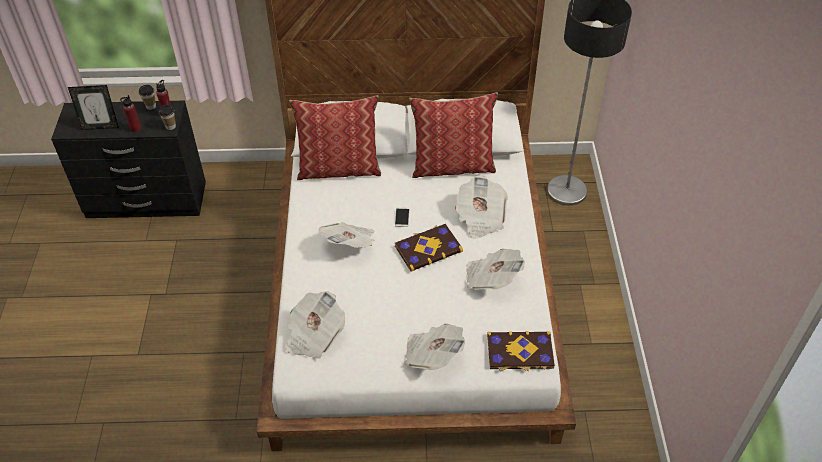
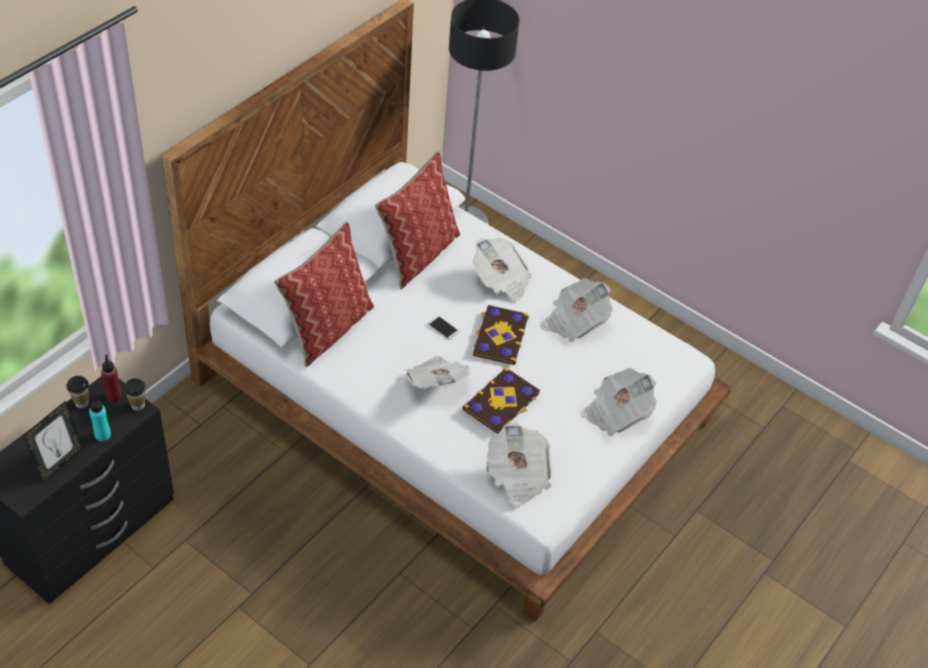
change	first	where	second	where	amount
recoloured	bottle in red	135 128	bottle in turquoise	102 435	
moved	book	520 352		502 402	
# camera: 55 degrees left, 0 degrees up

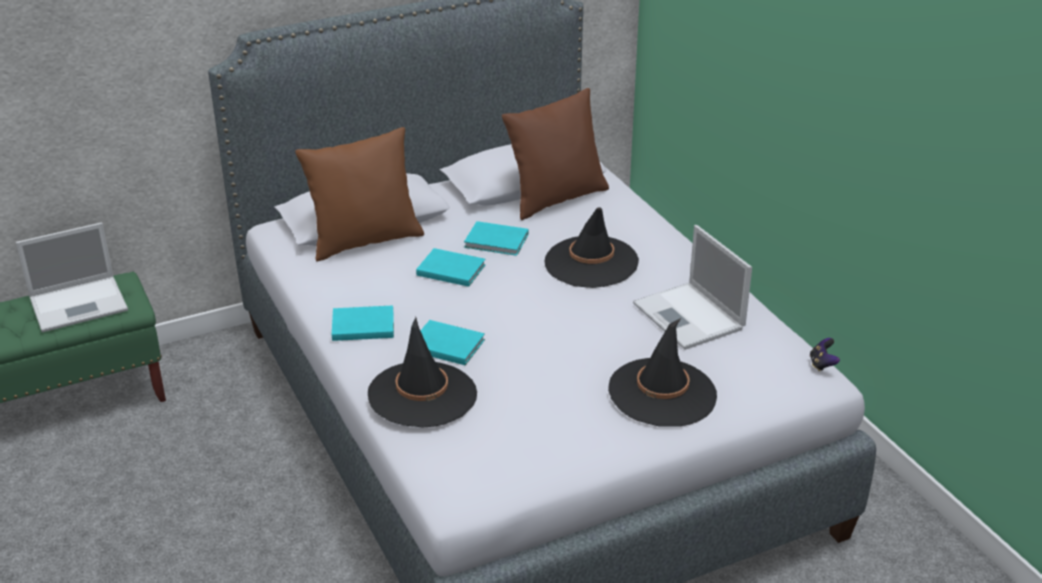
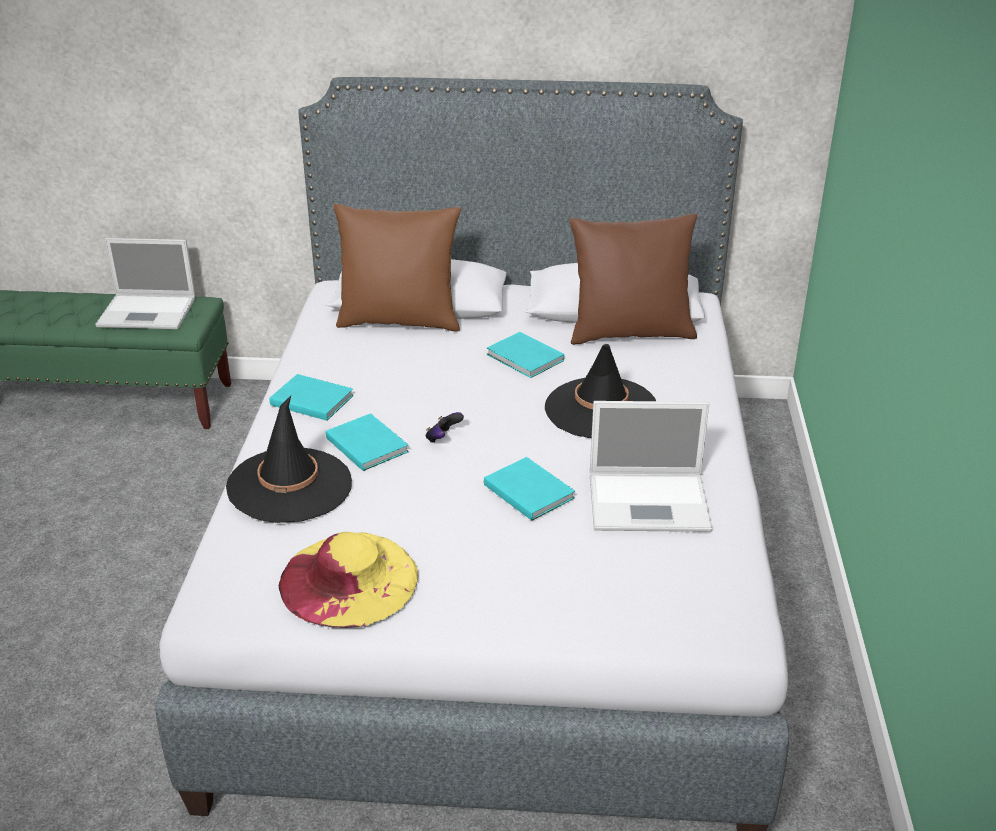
change	first	where	second	where	amount
added			hat in yellow	349 579	
moved	game controller	822 364		443 438	
moved	book in turquoise	450 269		528 490	
turned	laptop	690 317		651 502	90 degrees counterclockwise
removed	hat in black	662 393			
# camera: 30 degrees right, 0 degrees up

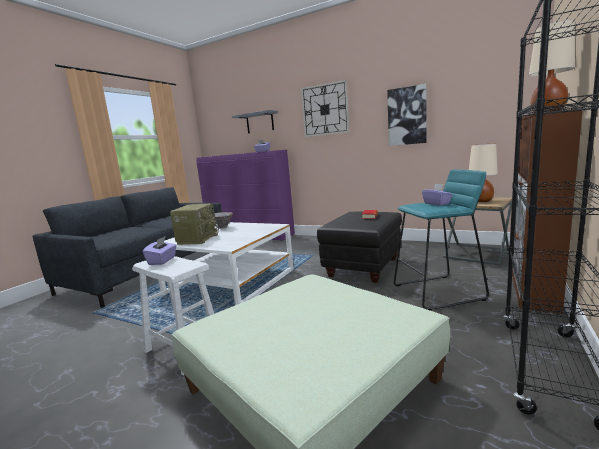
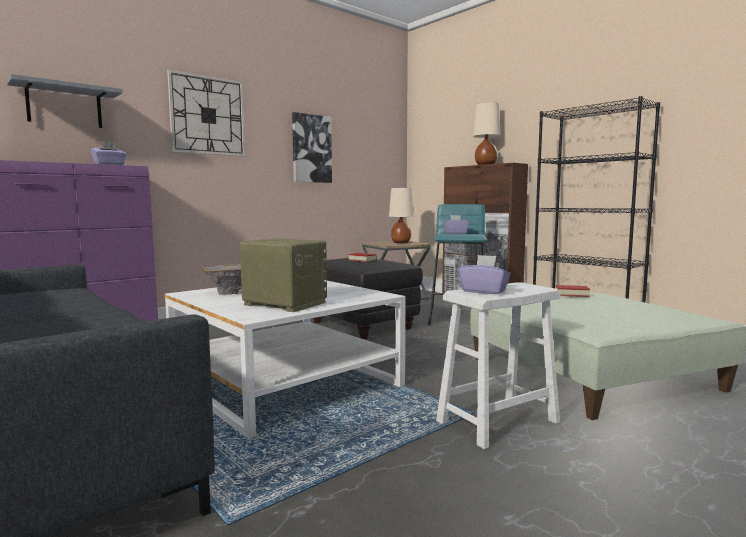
change	first	where	second	where	amount
added			book	572 294	
# camera: 70 degrees left, 5 degrees down

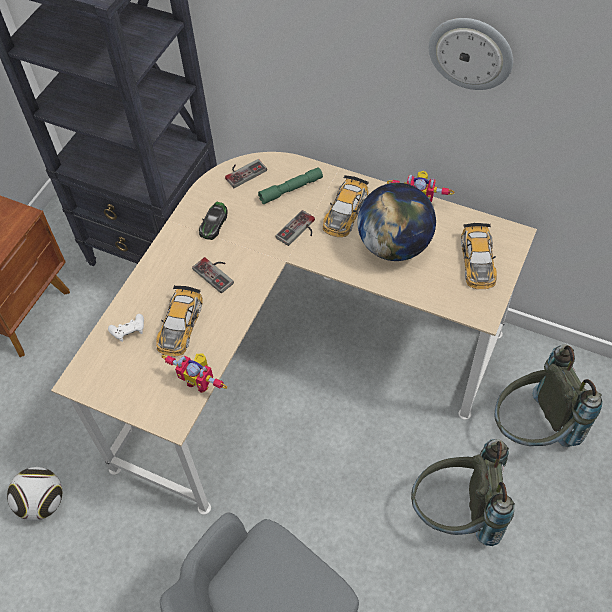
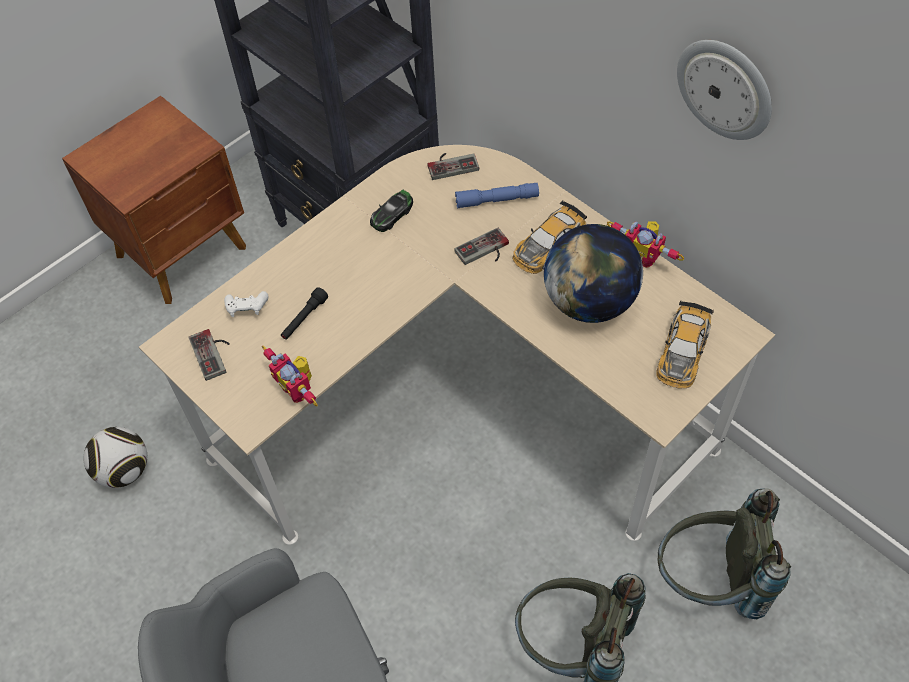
change	first	where	second	where	amount
moved	game controller	217 273		214 353	
replaced	toy car	180 325	flashlight in black	304 319	
recoloured	flashlight in green	291 189	flashlight in blue	497 200	
# camera: 20 degrees right, 0 degrees up

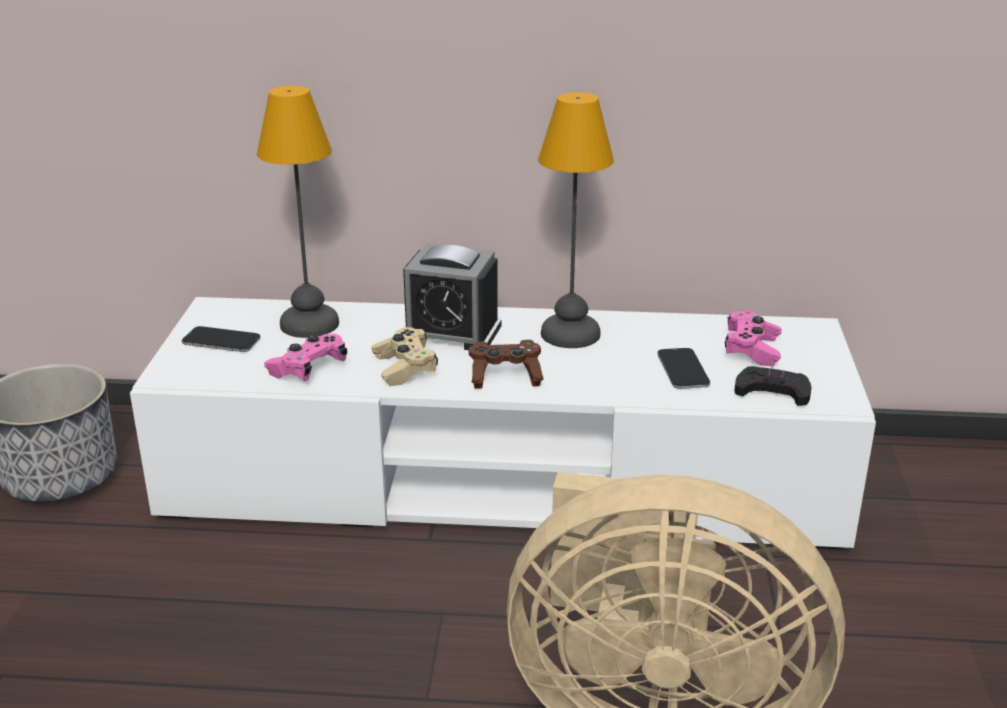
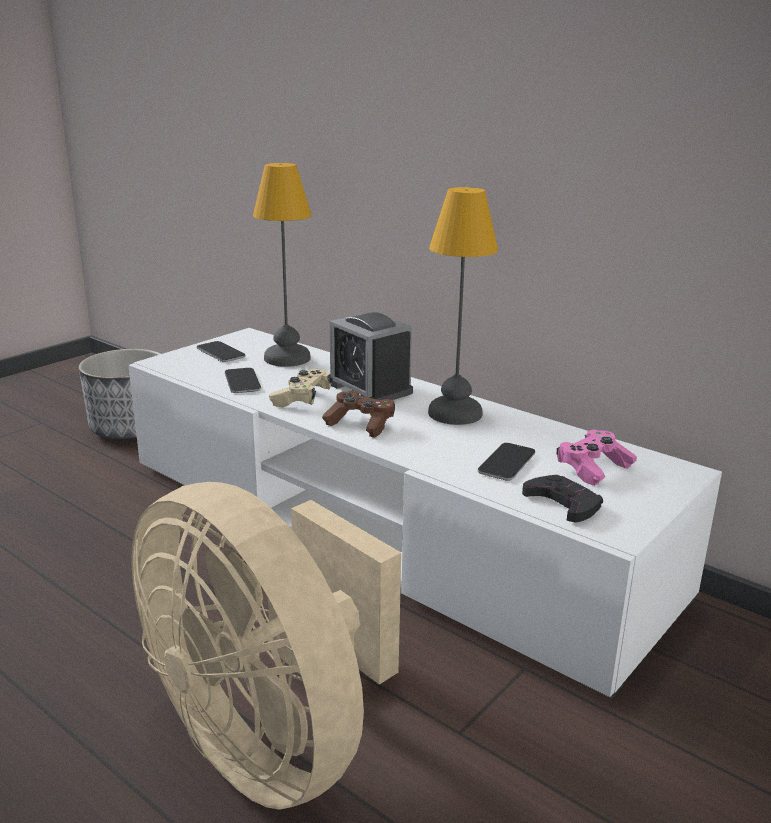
change	first	where	second	where	amount
replaced	game controller in pink	308 369	phone	242 382	
# camera: 35 degrees right, 5 degrees down

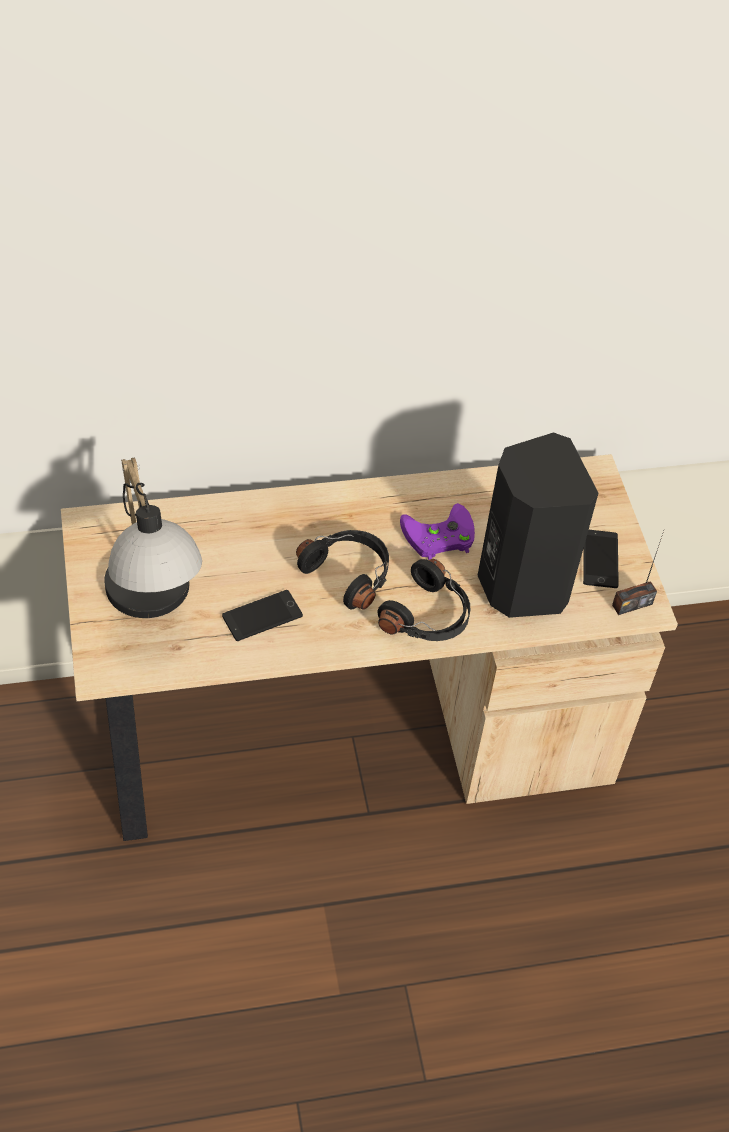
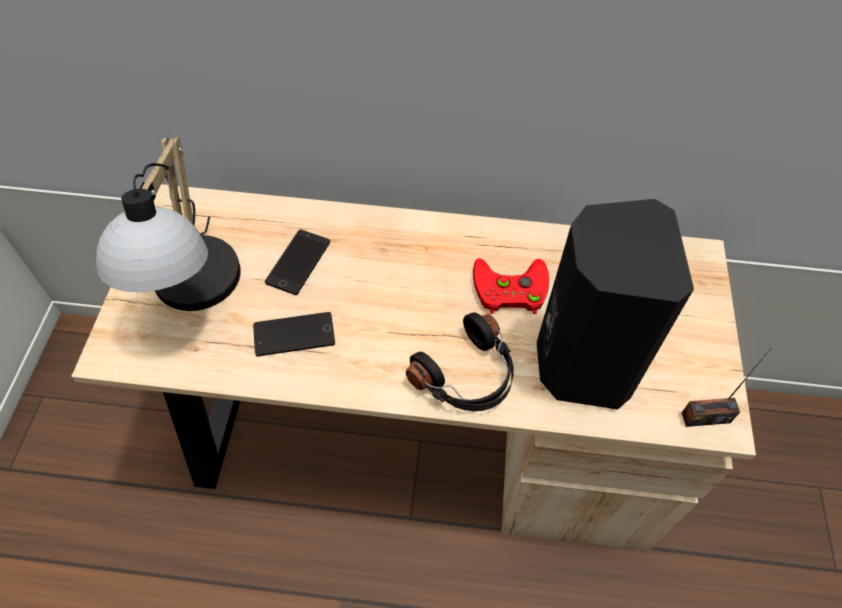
change	first	where	second	where	amount
moved	phone	600 559		298 262	
recoloured	game controller in purple	437 537	game controller in red	508 290	
removed	headphones in black	349 574			
# camera: 20 degrees right, 5 degrees up

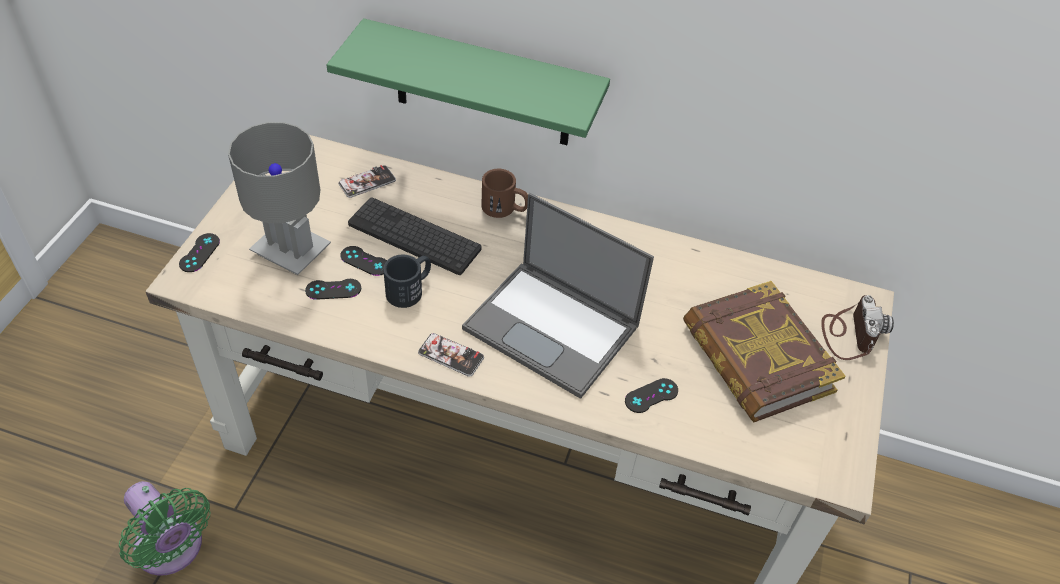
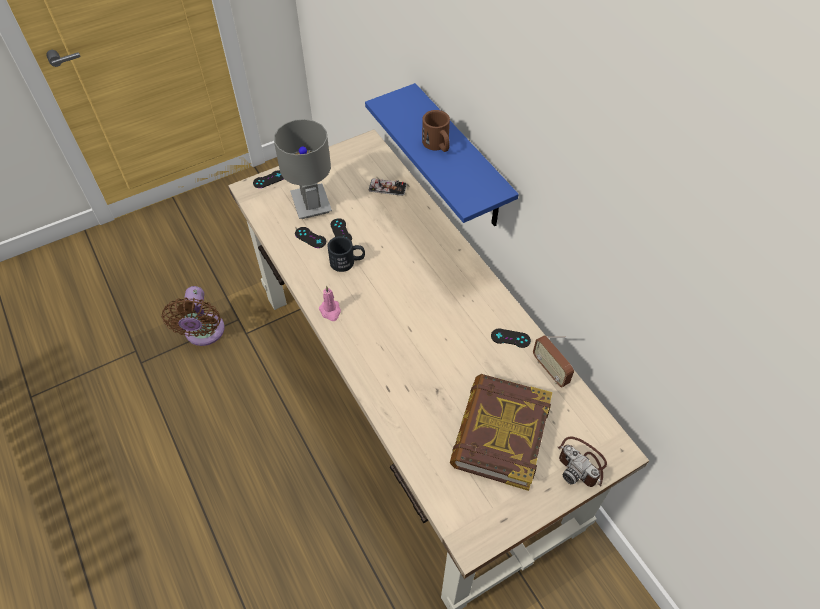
change	first	where	second	where	amount
recoloured	fan in green	172 550	fan in brown	204 333	
replaced	phone	451 355	candle in pink	330 311	
recoloured	shelf in green	483 85	shelf in blue	461 160	
moved	mug in brown	505 208		438 145	
moved	game controller in black	651 396		510 338	
added			radio	550 370	
turned	photo camera	849 334		581 463	90 degrees clockwise
removed	keyboard	414 236			
removed	laptop	553 328			
# camera: 45 degrees right, 5 degrees up

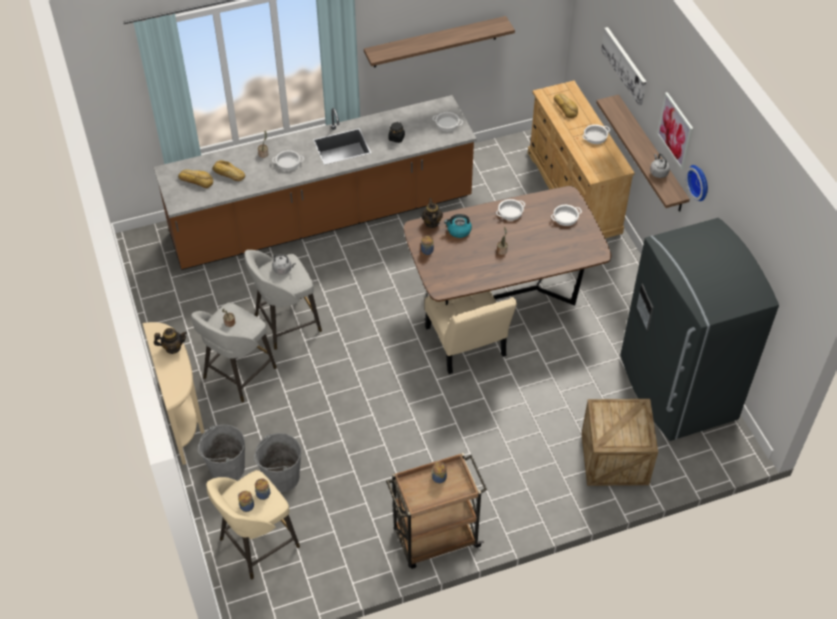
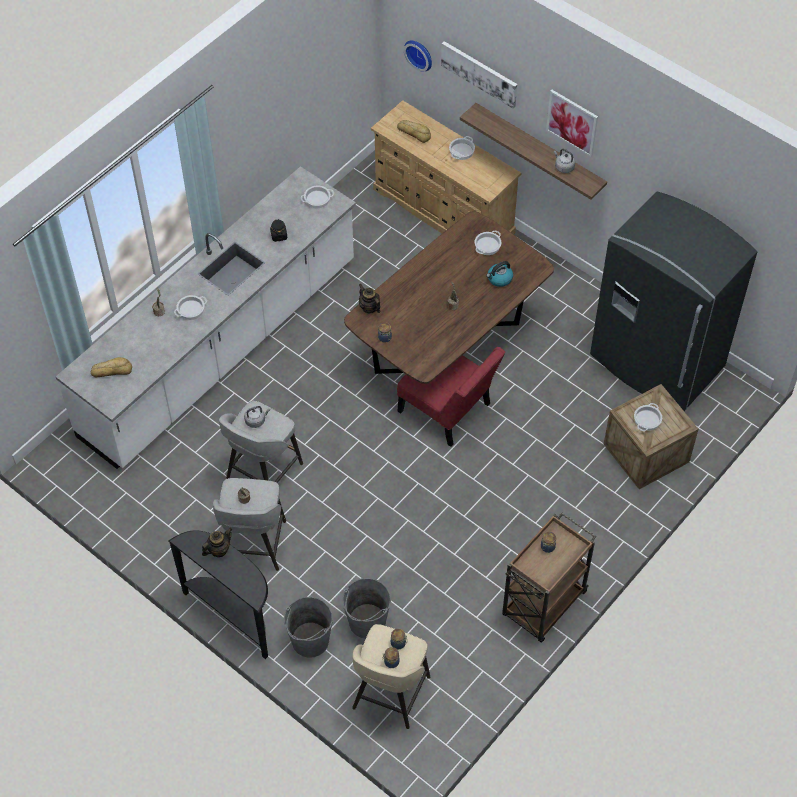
change	first	where	second	where	amount
recoloured	counter in brown	322 218	counter in white	221 349	
recoloured	console table in beige	184 419	console table in black	234 615	
recoloured	chair in beige	467 345	chair in red	448 411	
moved	wall clock	700 182		420 54	
moved	kettle	458 231		499 279	
moved	cooking pot	510 211		647 419	
removed	bread	228 174			
removed	shelf	435 42			
# camera: 30 degrees left, 5 degrees up

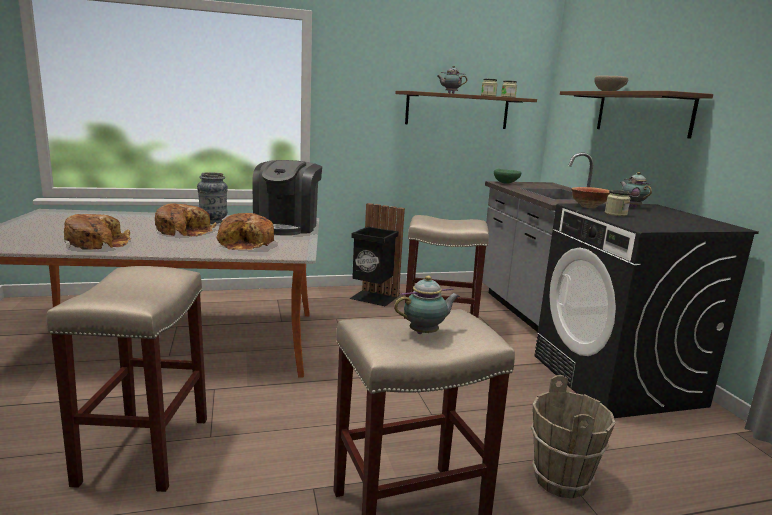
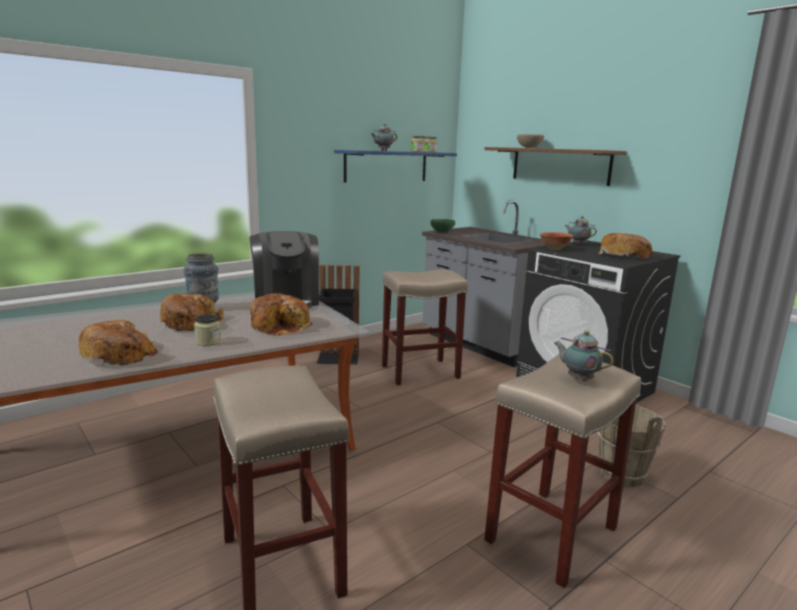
change	first	where	second	where	amount
moved	jar	615 214		208 342	
recoloured	shelf in brown	457 110	shelf in blue	386 166	
turned	teapot	426 333		578 379	90 degrees counterclockwise
added			bread	623 256	
# camera: 25 degrees left, 0 degrees up

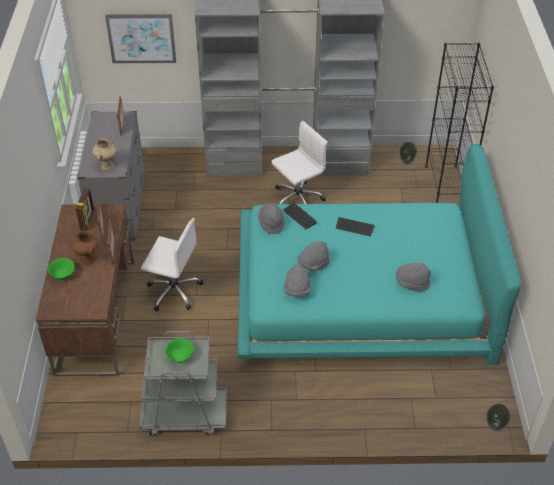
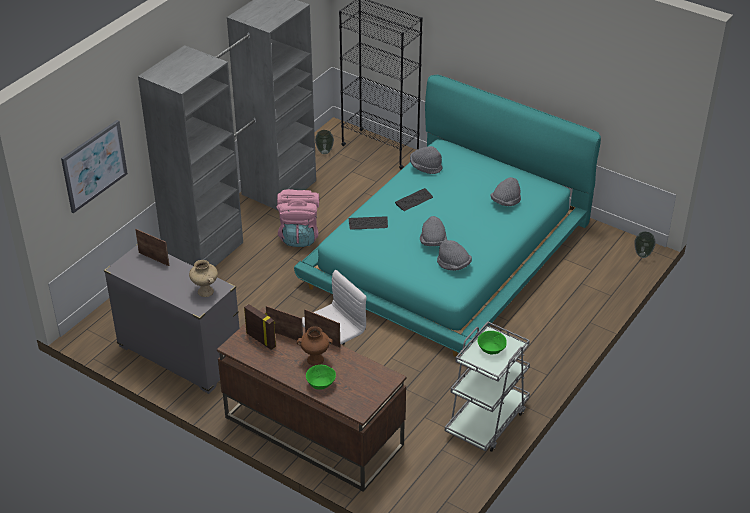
change	first	where	second	where	amount
replaced	office chair in white	297 199	backpack in pink	299 235	
moved	hat in grey	271 223		425 167	
# camera: 55 degrees left, 5 degrees down

